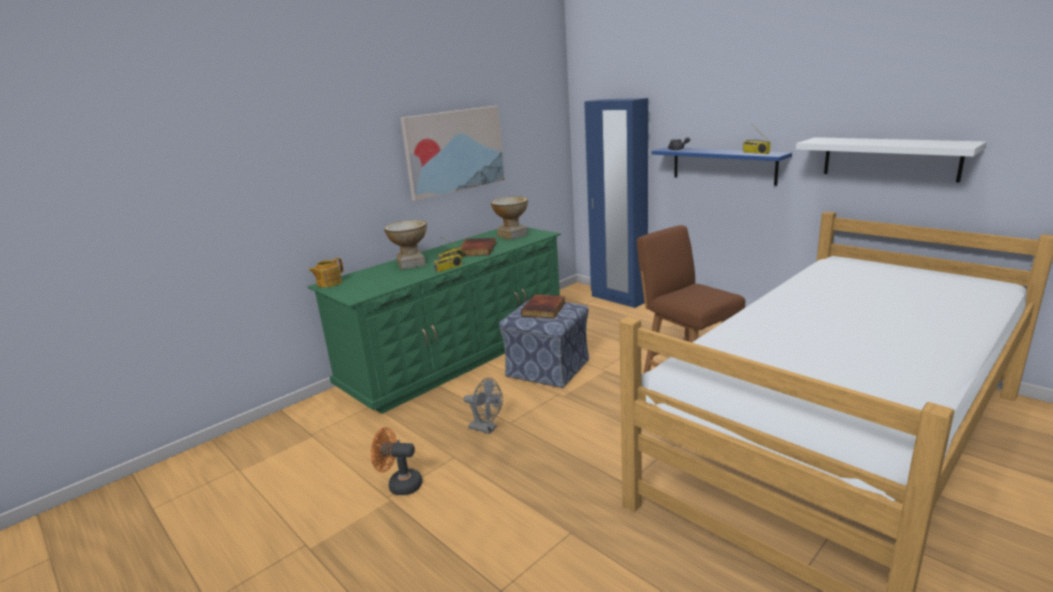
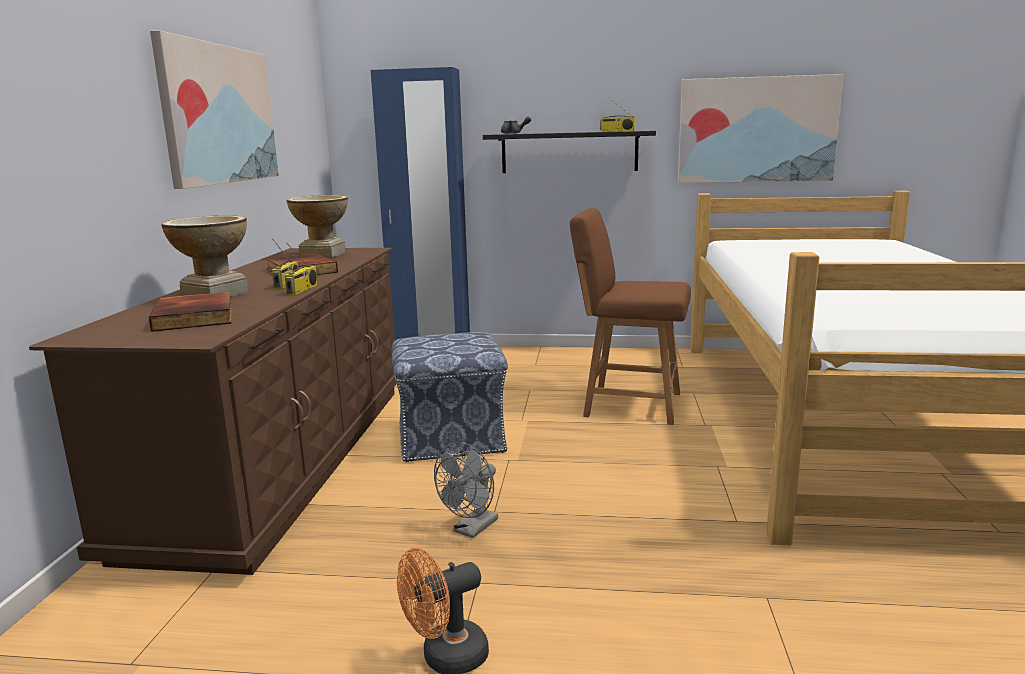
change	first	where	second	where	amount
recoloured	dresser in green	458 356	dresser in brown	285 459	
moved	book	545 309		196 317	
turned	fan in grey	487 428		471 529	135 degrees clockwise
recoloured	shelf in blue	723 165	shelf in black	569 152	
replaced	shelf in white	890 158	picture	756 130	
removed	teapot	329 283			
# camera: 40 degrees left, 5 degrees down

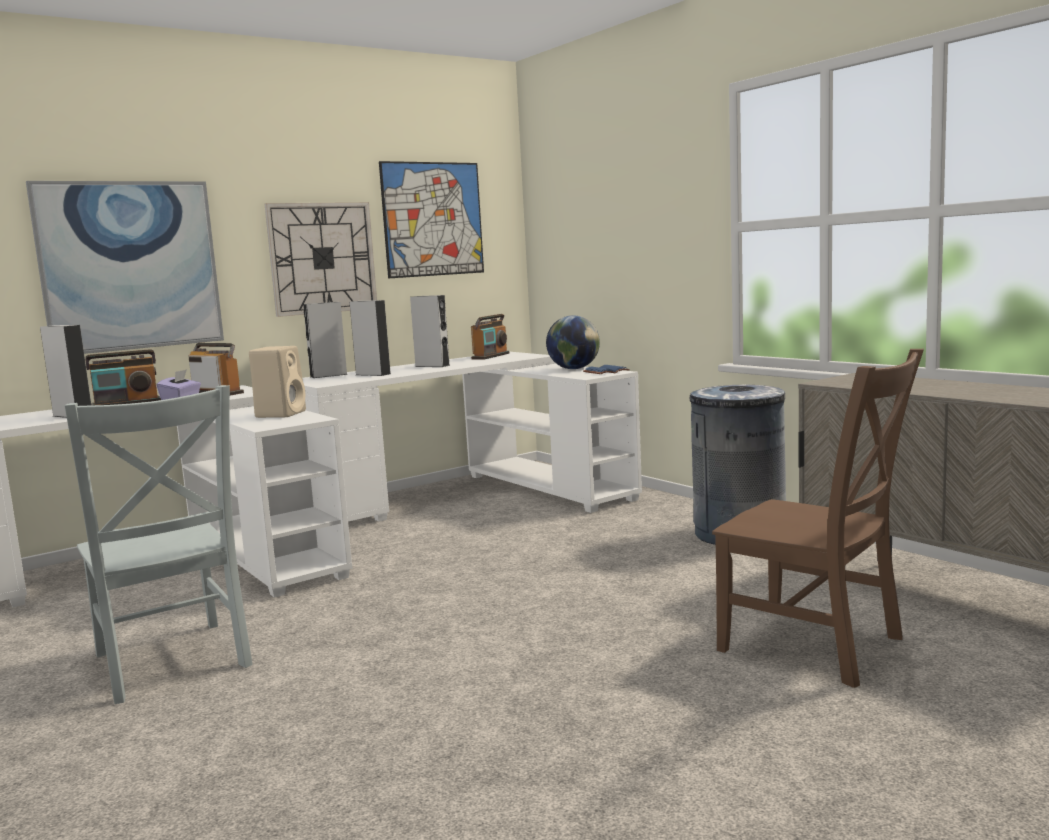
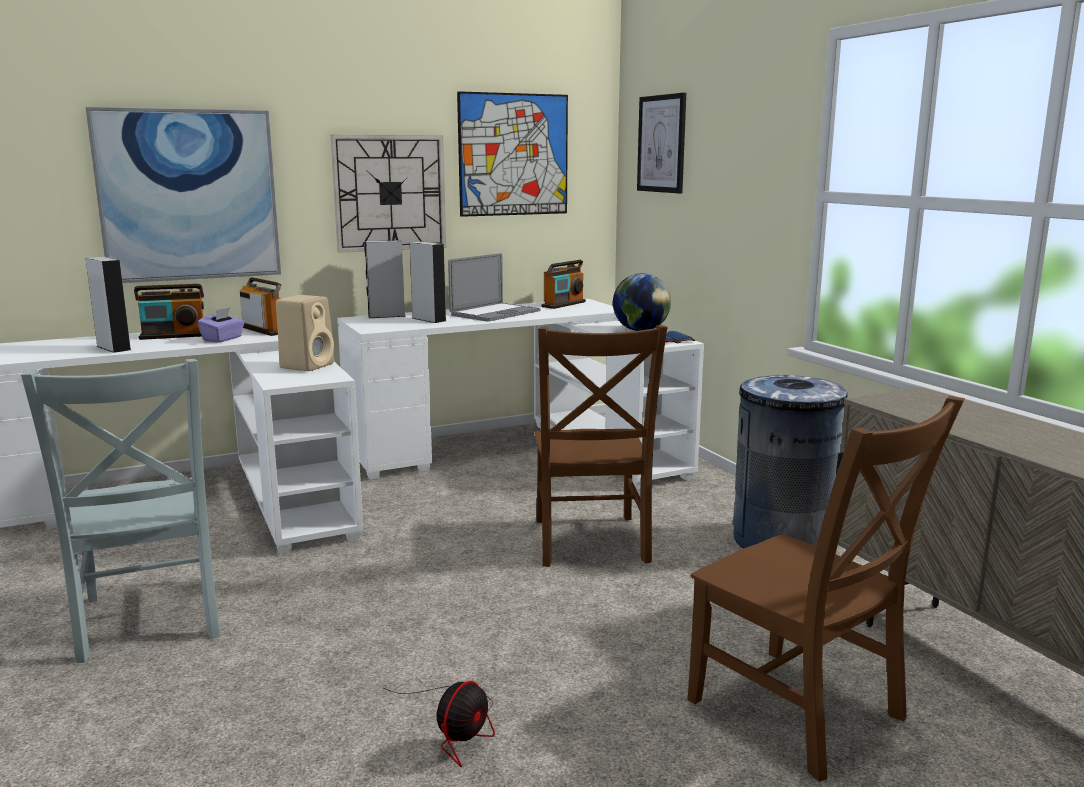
change	first	where	second	where	amount
added			fan	458 728	
replaced	speaker in grey	432 366	laptop	495 313	
added			chair in brown	590 543	
added			picture	662 144	
# camera: 10 degrees right, 5 degrees up

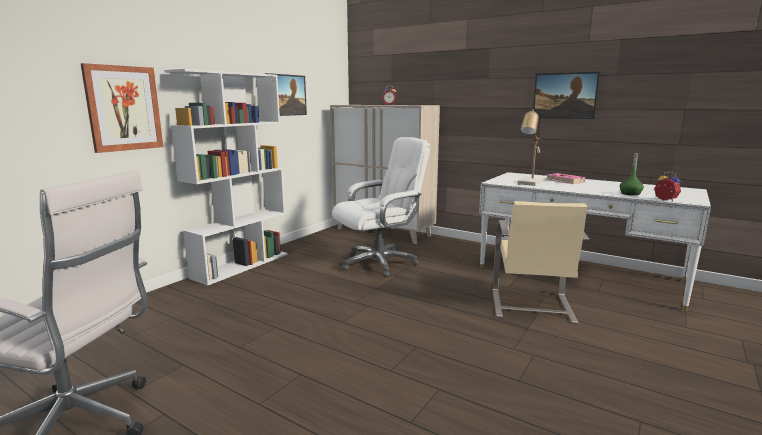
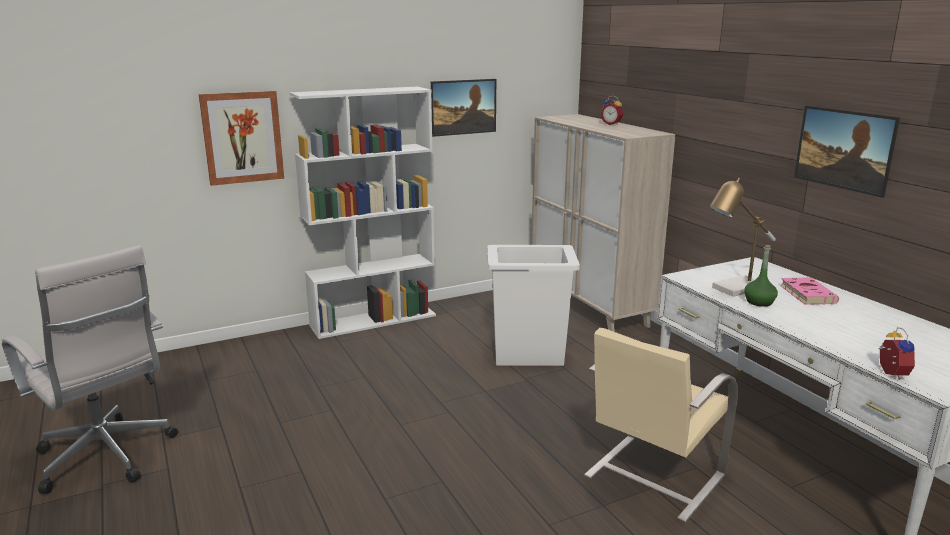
change	first	where	second	where	amount
replaced	office chair in white	379 263	trash can in white	529 355	
moved	bottle in green	630 194		759 302	
# camera: 30 degrees right, 5 degrees up

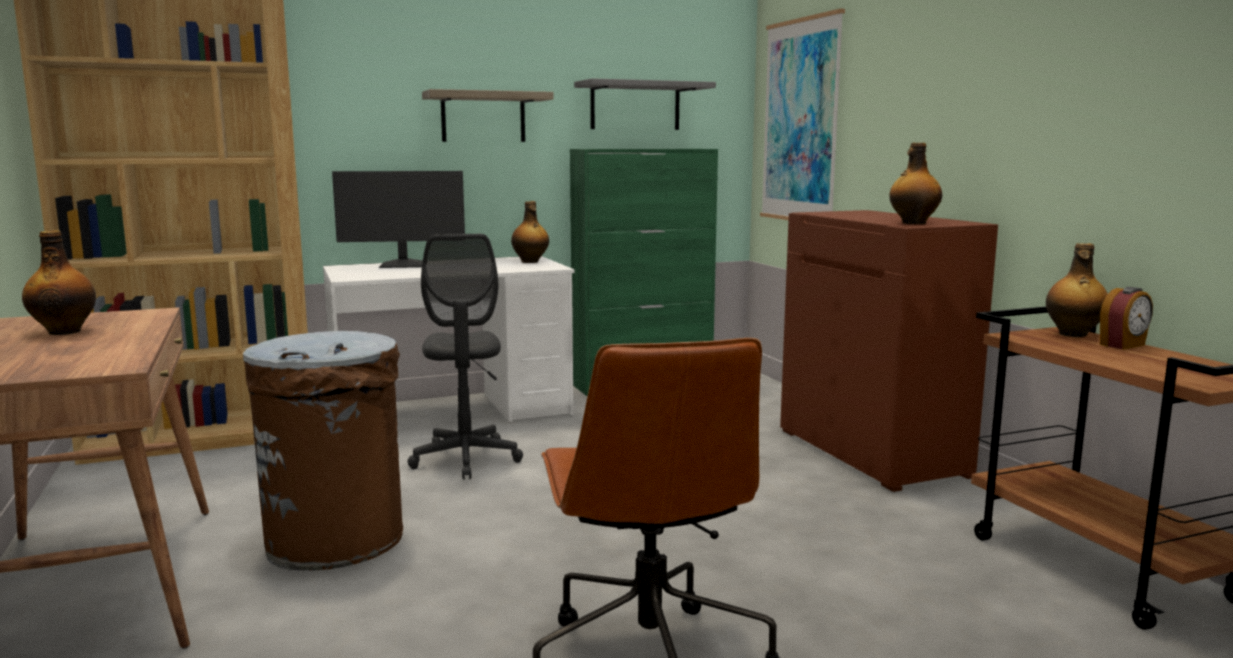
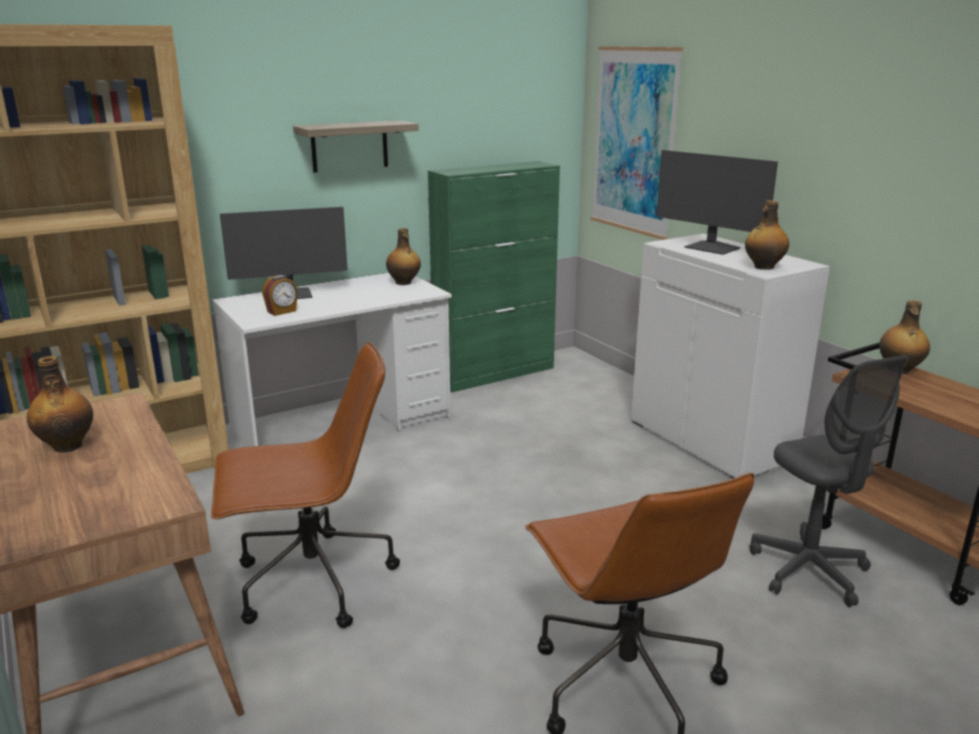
change	first	where	second	where	amount
replaced	trash can in brown	336 540	office chair in brown	311 582	
moved	alarm clock	1123 345		282 311	
recoloured	cabinet in brown	873 452	cabinet in white	712 441	
added			monitor	711 248	
moved	office chair in grey	466 459		809 571	
removed	shelf in grey	635 106			
# camera: 10 degrees left, 10 degrees up

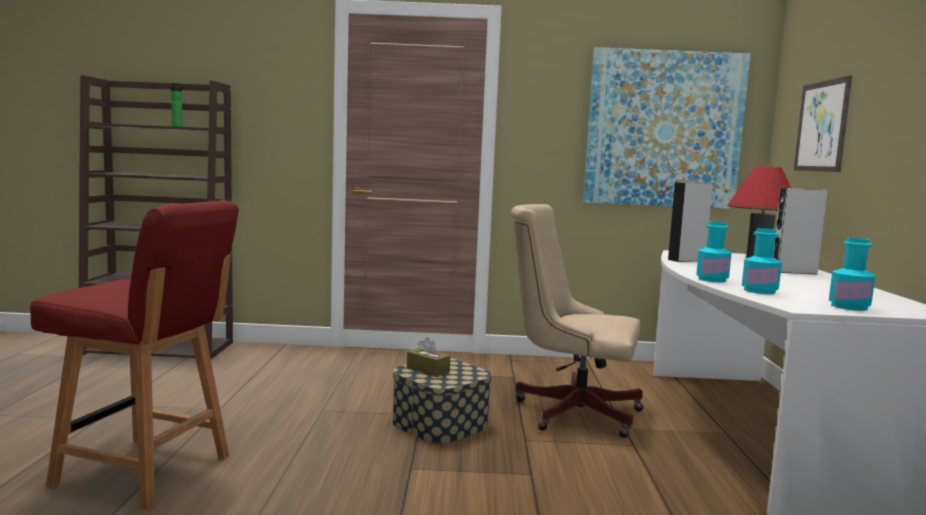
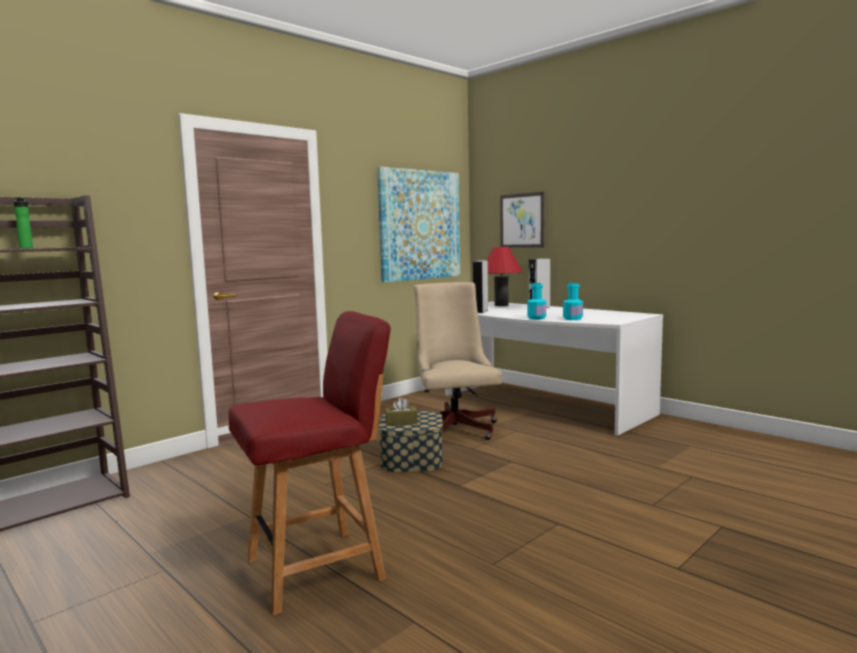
change	first	where	second	where	amount
turned	office chair in beige	570 411		454 427	105 degrees clockwise
removed	bottle in turquoise	849 307			
# camera: 45 degrees left, 0 degrees up

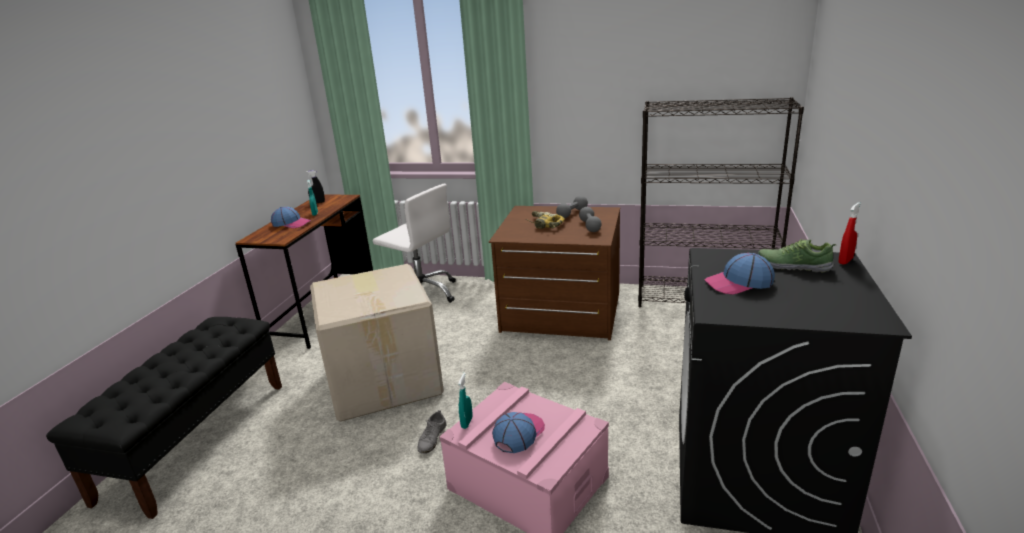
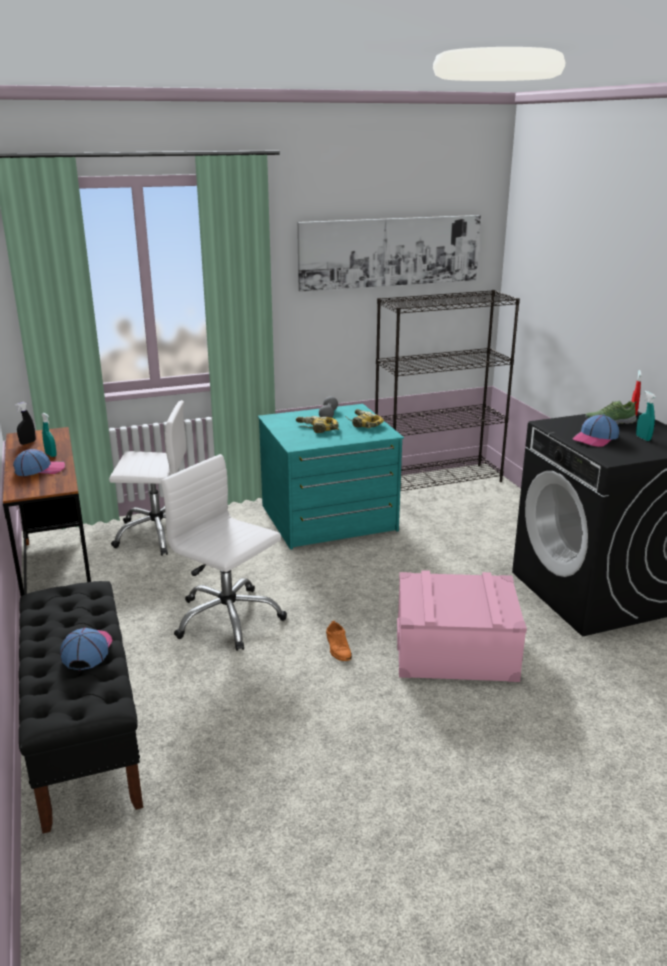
change	first	where	second	where	amount
moved	cap	518 433		87 651	
replaced	cardboard box	385 379	office chair in white	227 618	
recoloured	dresser in brown	561 313	dresser in turquoise	329 519	
added			picture	390 252	
recoloured	shoe in grey	432 438	shoe in orange	338 648	
replaced	dumbbell in grey	590 226	power drill	362 424	
moved	spray bottle in turquoise	467 422		643 438	
# camera: 35 degrees left, 0 degrees up

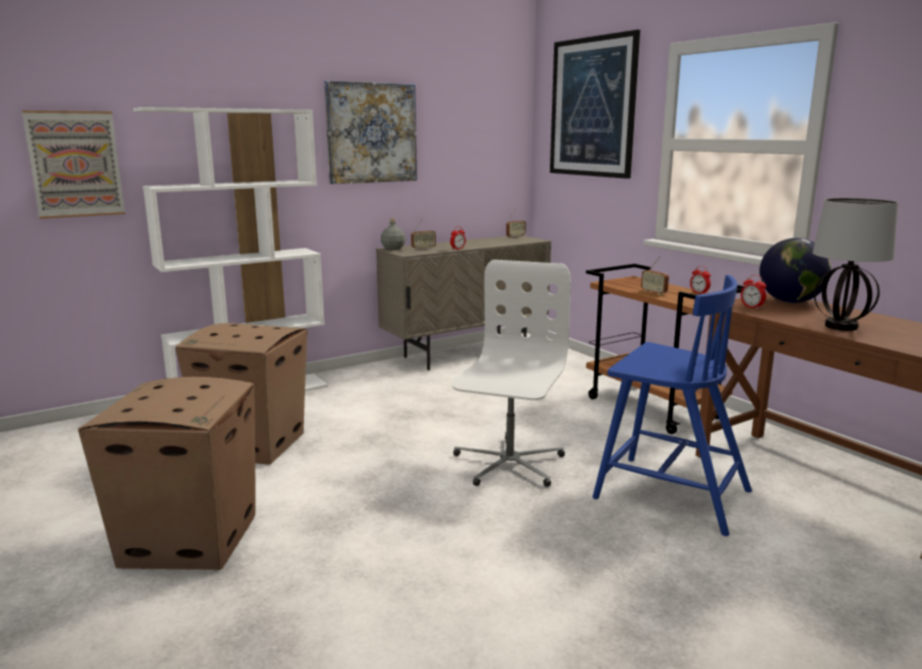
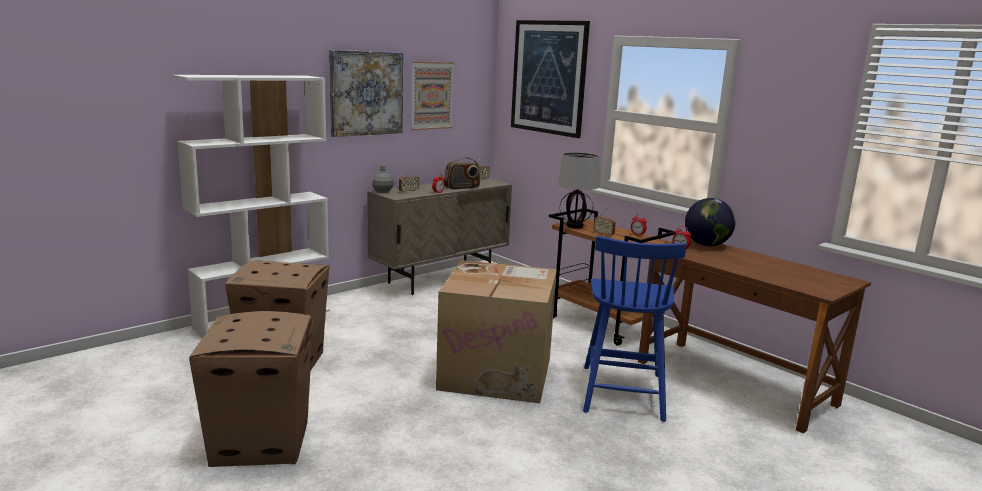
change	first	where	second	where	amount
moved	picture	75 164		431 95	
replaced	office chair in white	508 463	cardboard box	498 372	
added			radio	462 187	
moved	table lamp	842 327		575 226	
turned	chair in blue	669 493		622 391	75 degrees clockwise
# camera: 10 degrees left, 0 degrees up

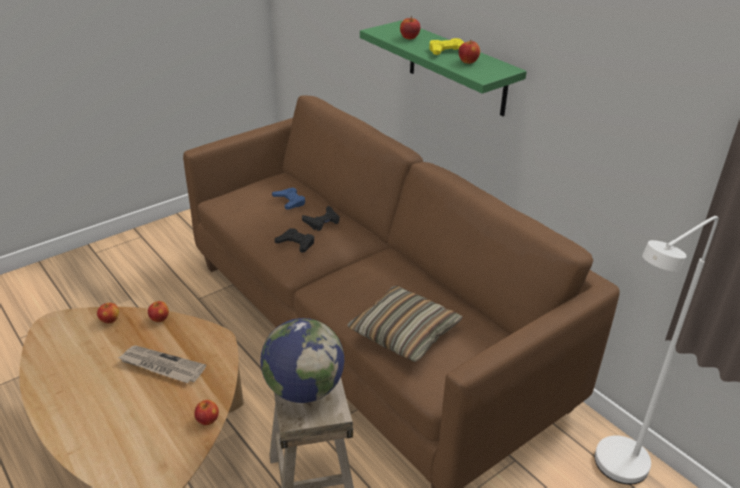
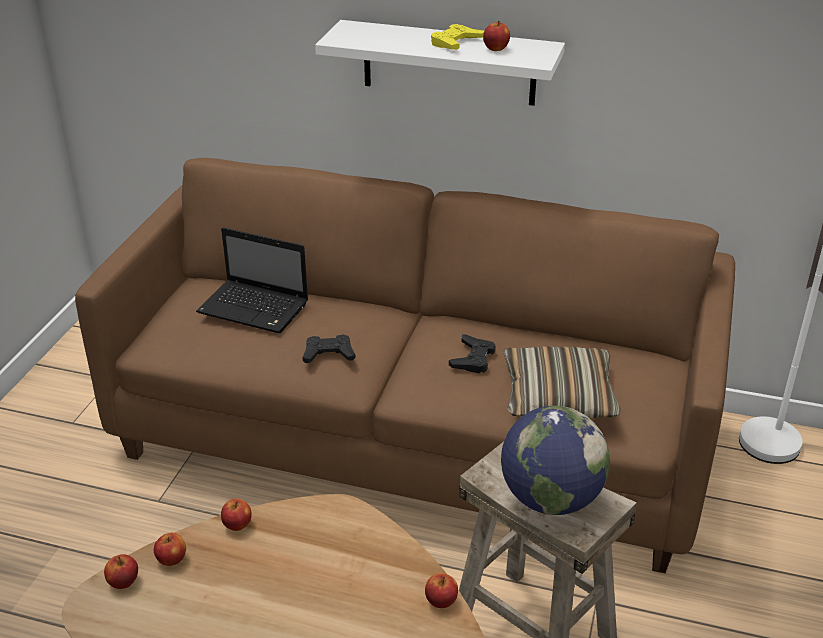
change	first	where	second	where	amount
moved	apple	409 38		123 582	
replaced	game controller in blue	289 201	laptop	256 308	
recoloured	shelf in green	457 68	shelf in white	449 63	
moved	game controller in black	322 221		473 359	
removed	newspaper	161 366			
# camera: 35 degrees left, 0 degrees up

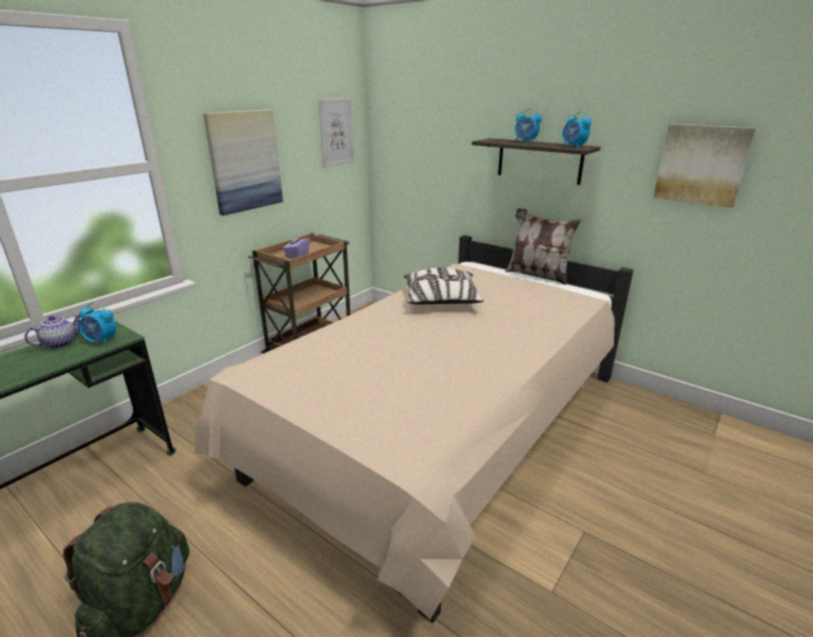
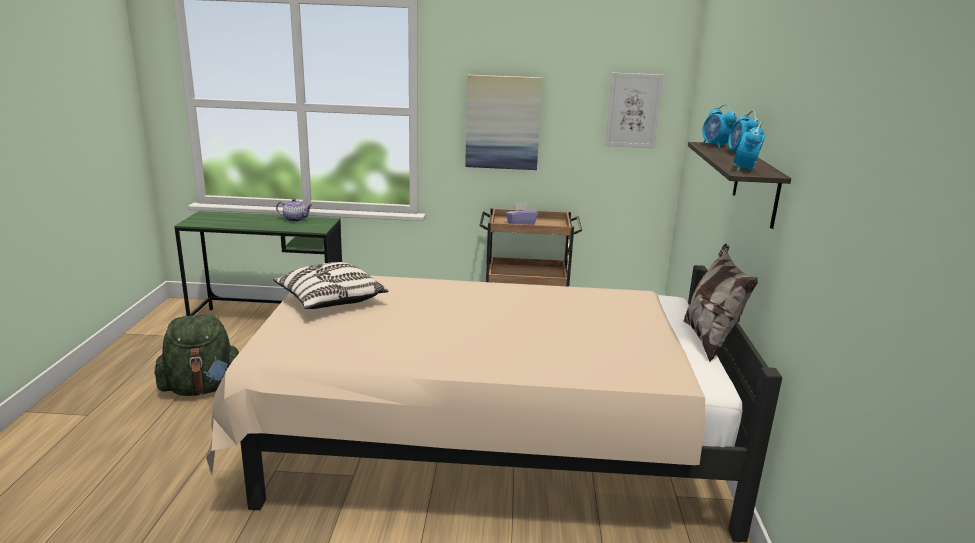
change	first	where	second	where	amount
moved	pillow	441 301		330 300	
moved	alarm clock	102 341		715 145	
removed	picture	701 164			
# camera: 55 degrees right, 5 degrees down

